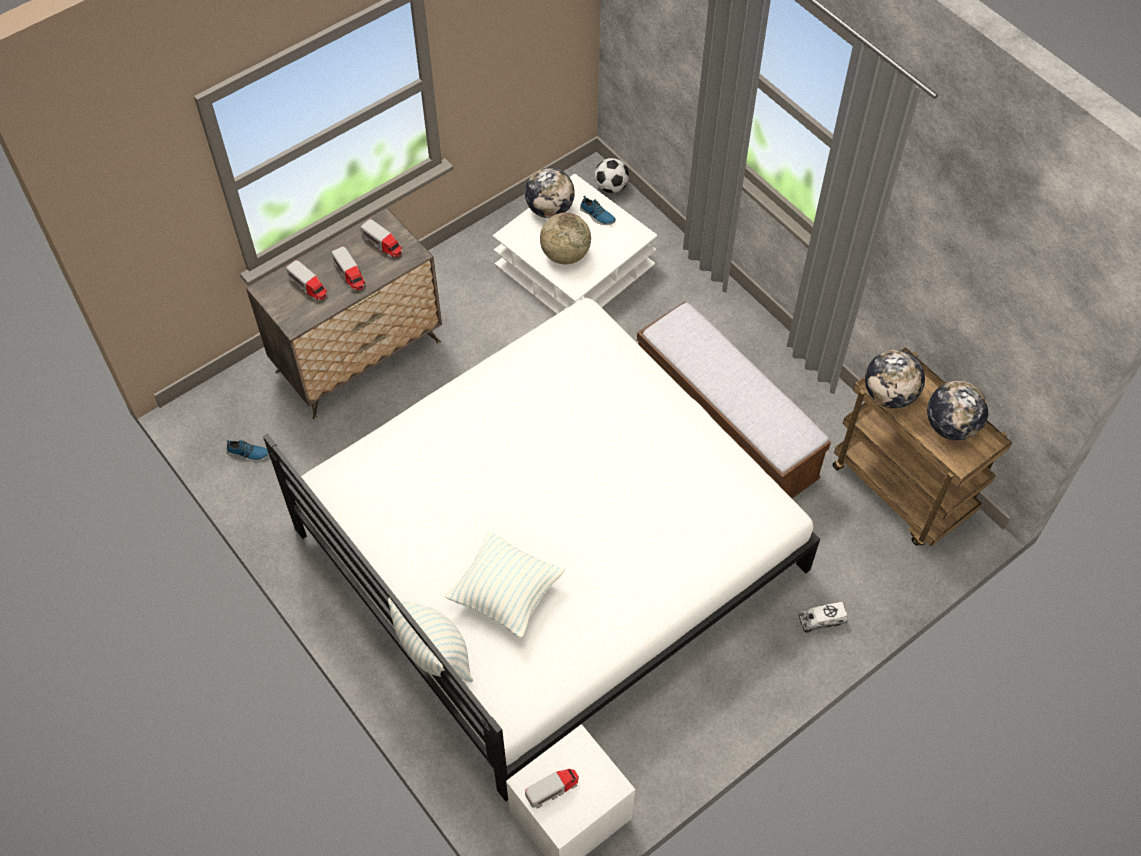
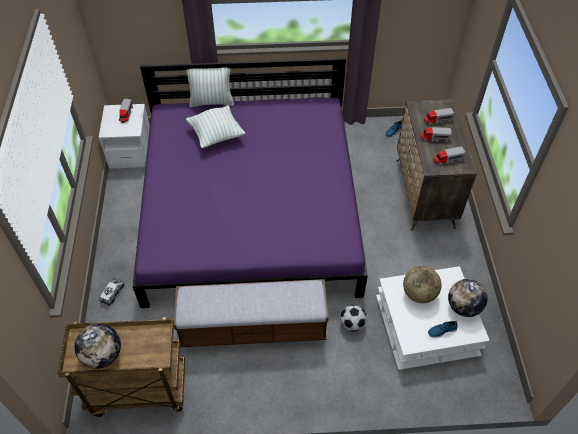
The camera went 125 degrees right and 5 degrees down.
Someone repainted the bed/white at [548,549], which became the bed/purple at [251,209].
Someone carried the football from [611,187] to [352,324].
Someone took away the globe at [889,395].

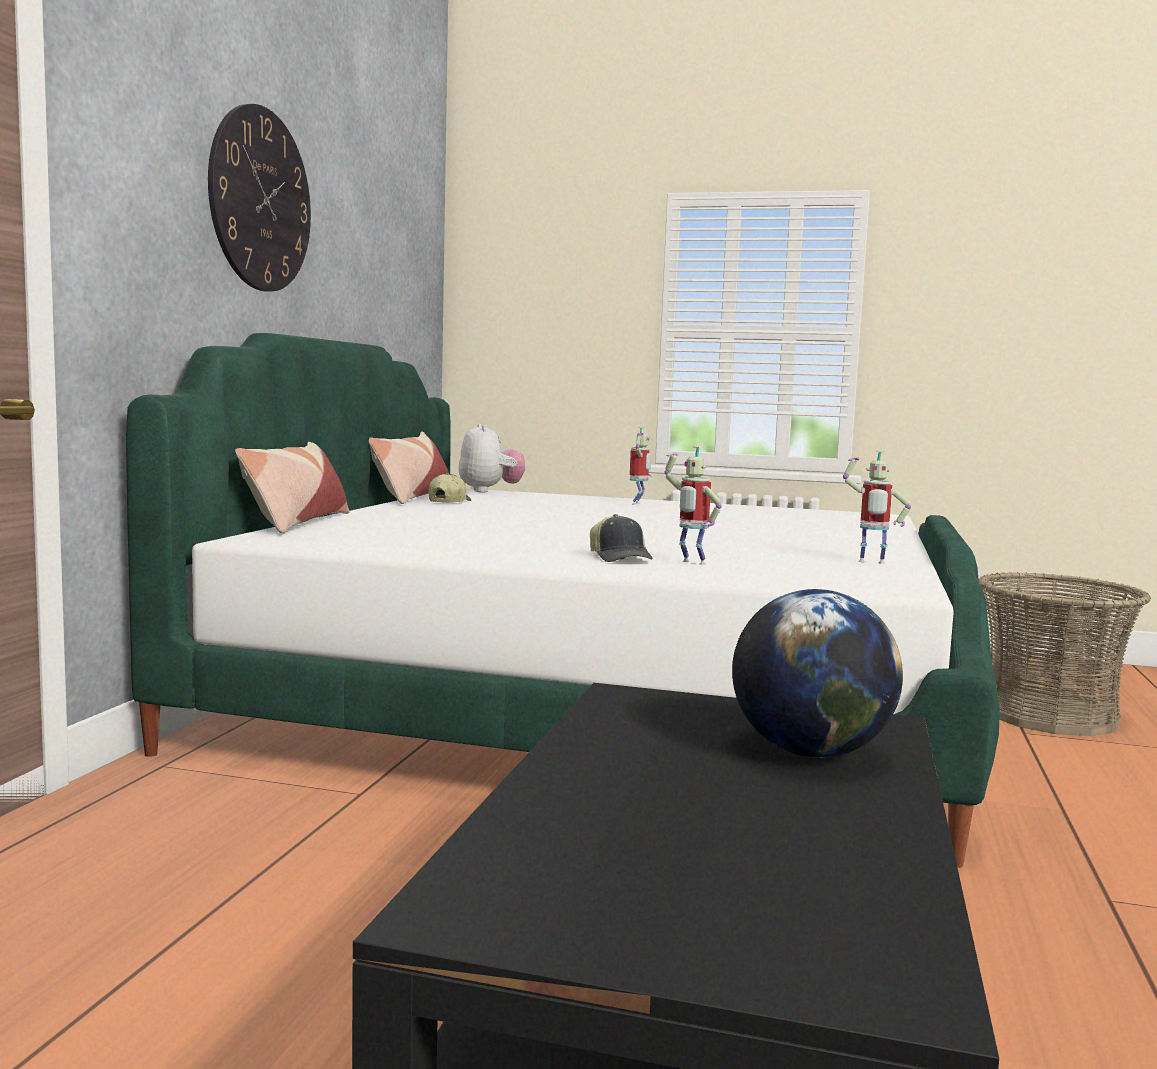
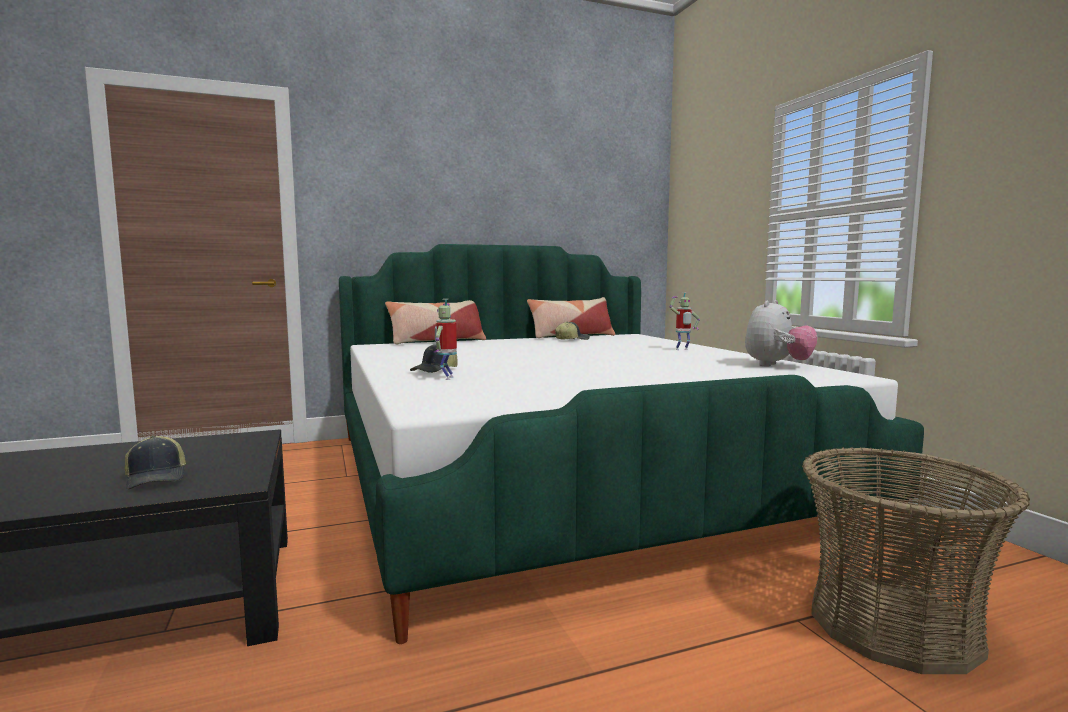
The camera went 55 degrees right and 0 degrees up.
Someone took away the wall clock at [260,200].
Someone carried the plush toy from [489,491] to [777,365].
Someone swapped the globe at [810,752] for the cap at [157,478].
Someone took away the toy robot at [871,563].

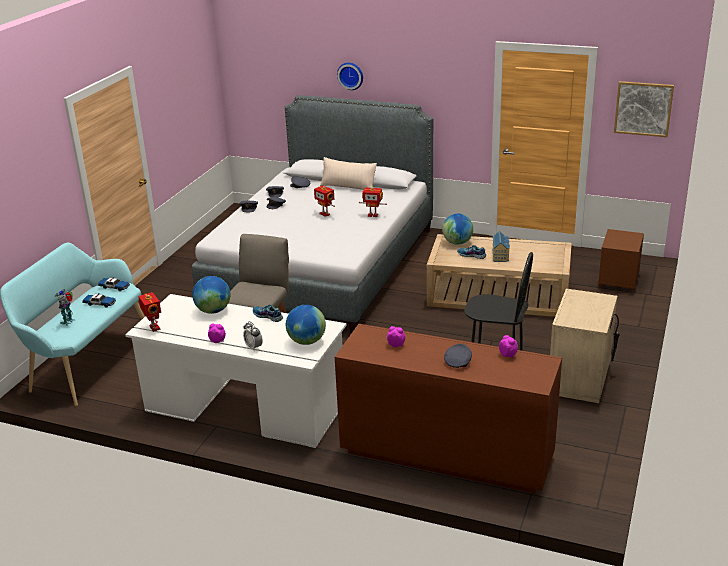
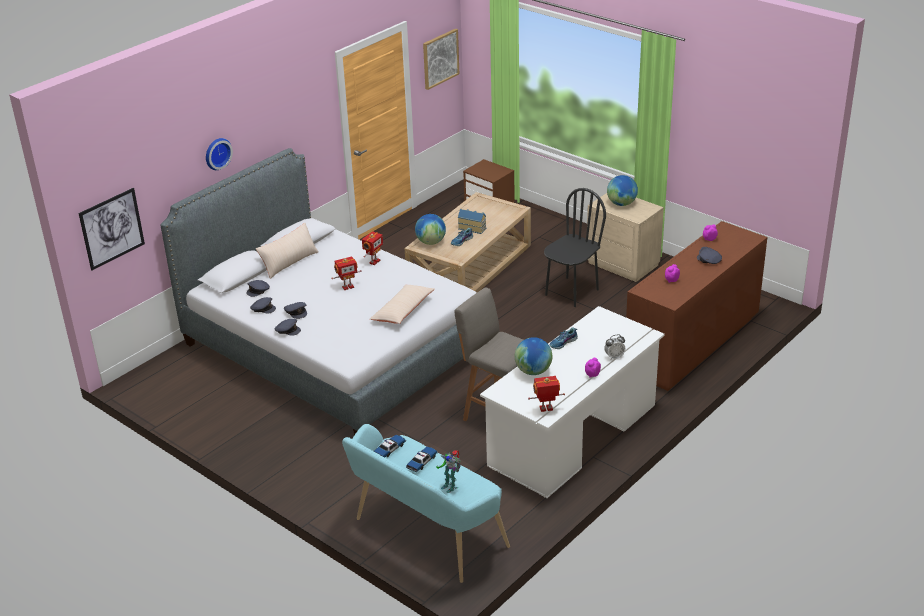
The camera went 70 degrees left and 5 degrees up.
Someone carried the globe from [306,341] to [621,204].
Someone put up the picture at [112,228].
Someone put down the pillow/beige at [403,311].

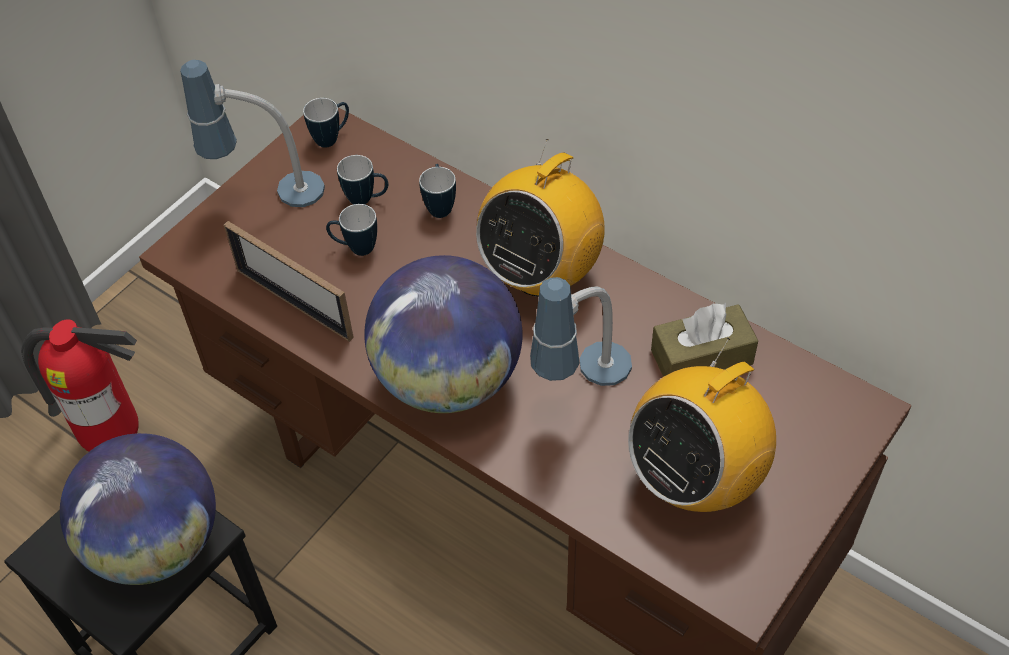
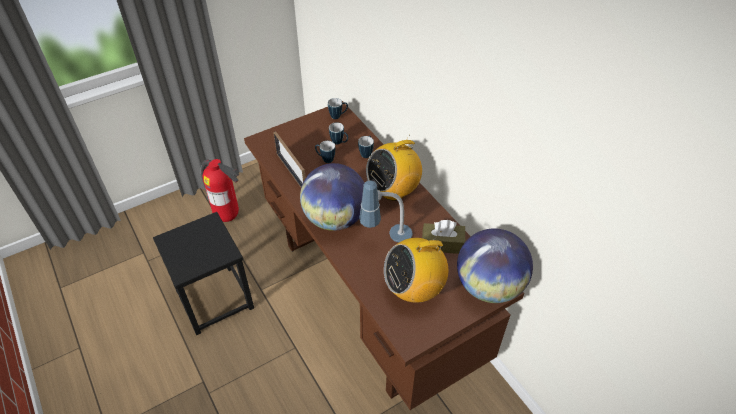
The camera went 20 degrees right and 5 degrees down.
Someone carried the globe from [157,543] to [489,286].
Someone took away the table lamp at [268,195].

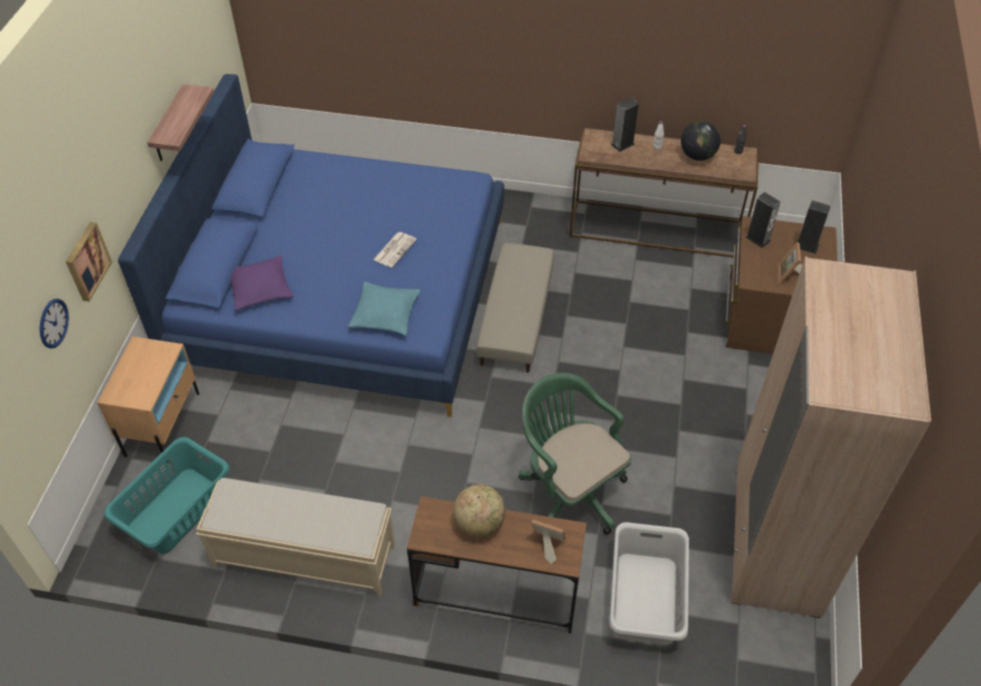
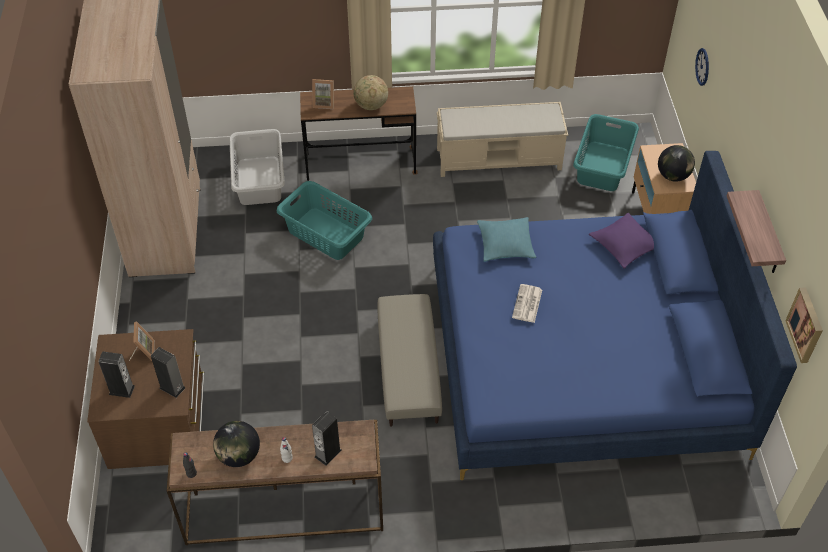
The camera went 165 degrees right and 0 degrees up.
Someone carried the picture from [86,261] to [806,325].
Someone swapped the office chair/green at [568,489] for the laundry basket/turquoise at [326,234].
Someone put down the globe at [673,176].

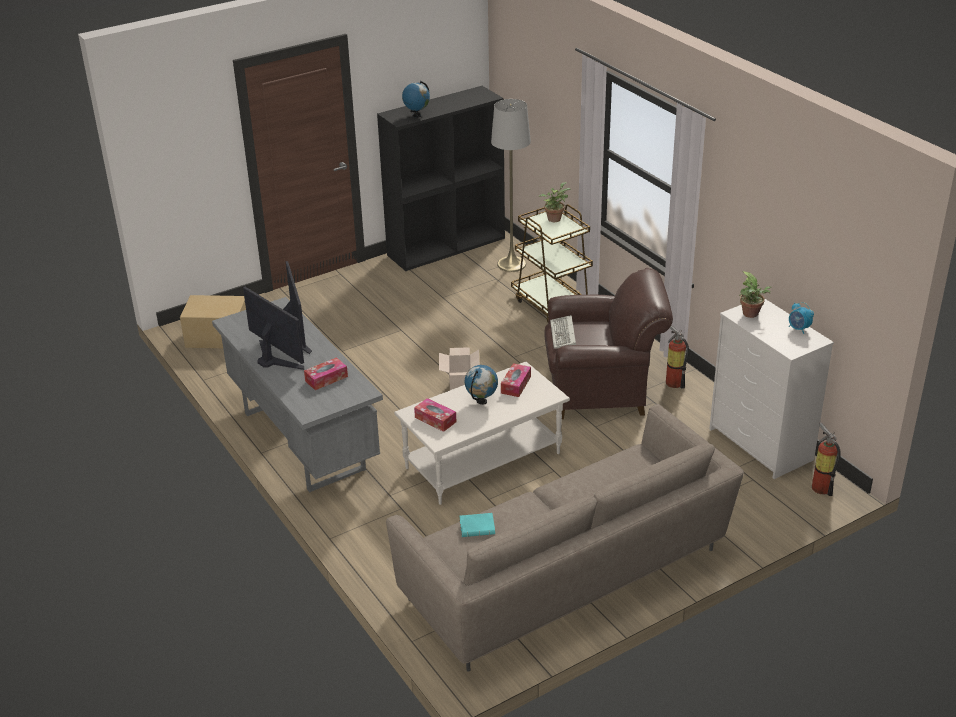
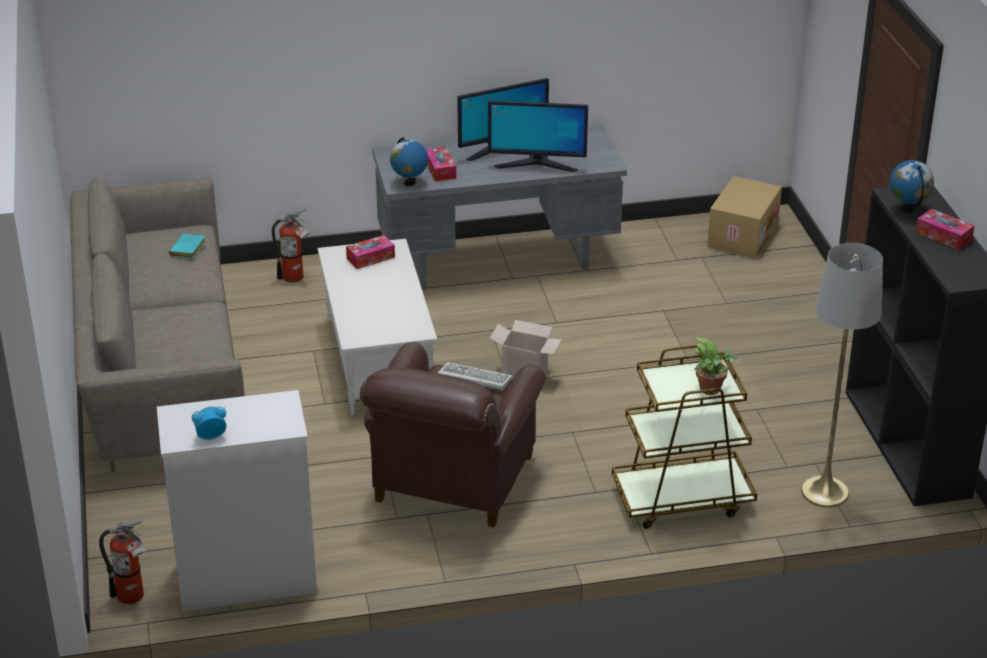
The camera went 110 degrees right and 0 degrees up.
Someone carried the globe from [481,401] to [409,183].
Someone carried the tissue box from [516,385] to [943,236].
Someone carried the fire extinguisher from [674,381] to [296,277].
Someone took away the potted plant at [752,314].

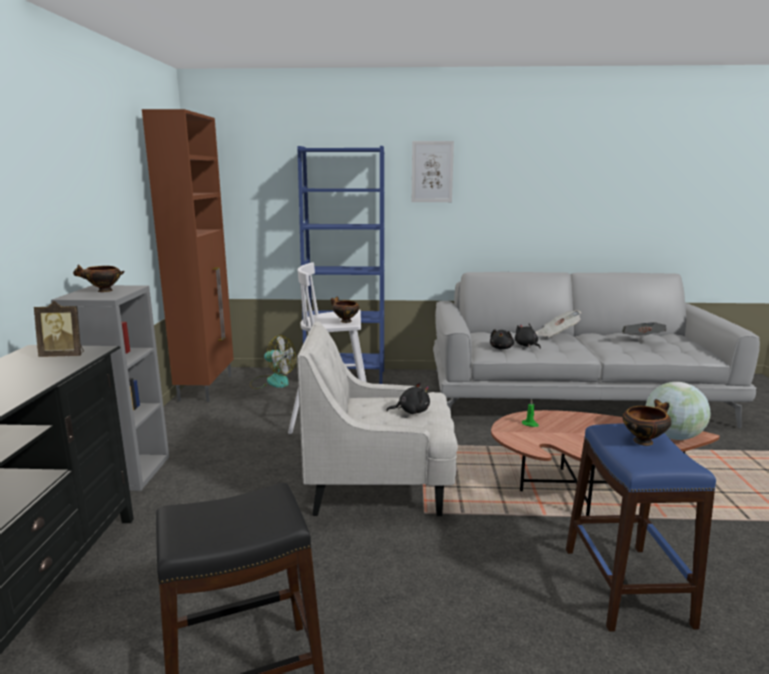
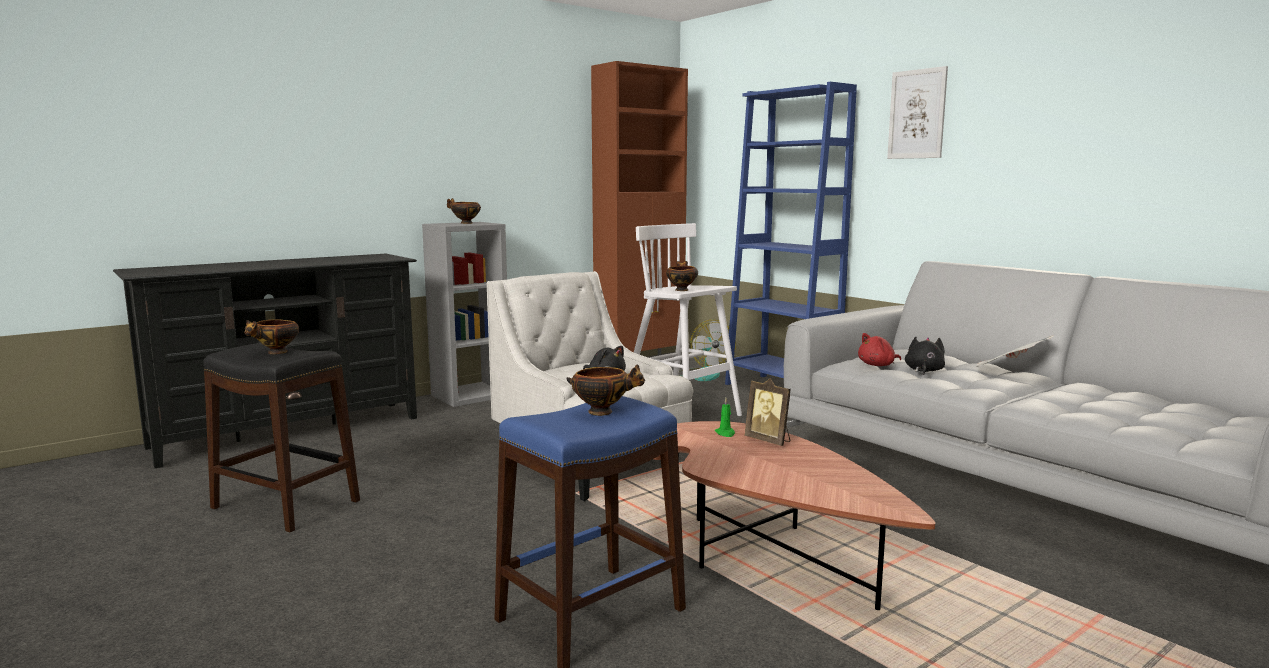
The camera went 50 degrees right and 5 degrees down.
Someone carried the picture frame from [64,355] to [769,441].
Someone repainted the plush toy/black at [501,348], which became the plush toy/red at [878,365].
Someone took away the newspaper at [642,340].
Someone took away the globe at [672,437].
Someone put down the bowl at [276,353].

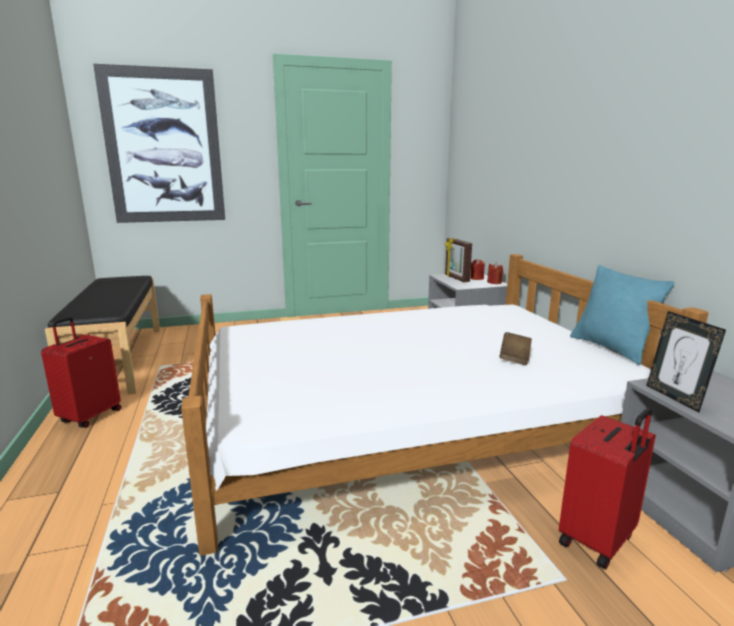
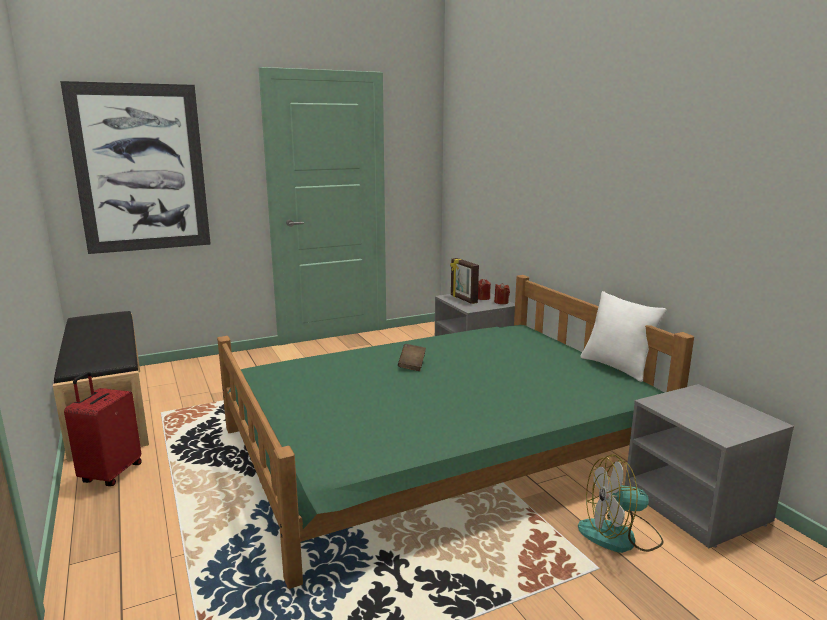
The camera went 10 degrees left and 0 degrees up.
Someone repainted the bed/white at [407,418], which became the bed/green at [438,446].
Someone carried the book/brown from [515,358] to [412,365].
Someone swapped the suitcase/red at [598,540] for the fan at [620,535].
Someone repainted the pillow/turquoise at [610,348], which became the pillow/white at [616,367].
Someone took away the picture frame at [675,397].

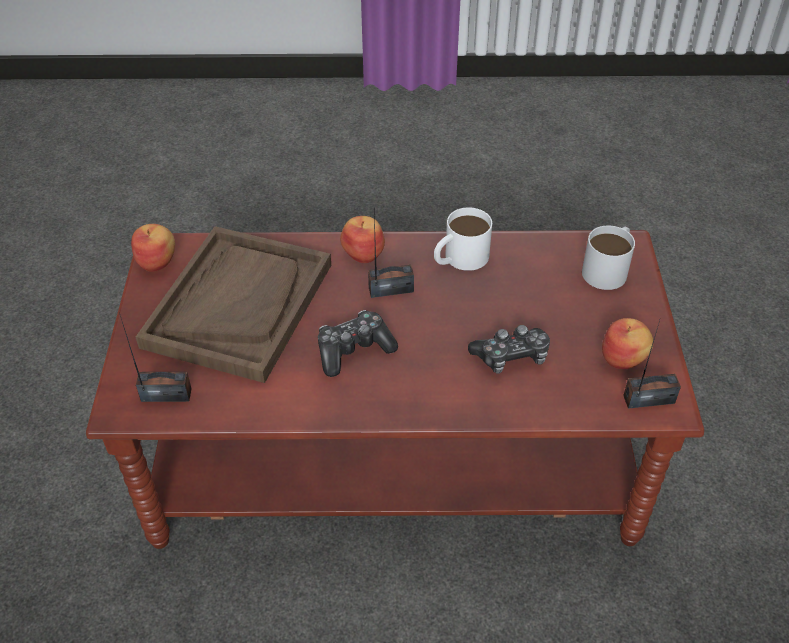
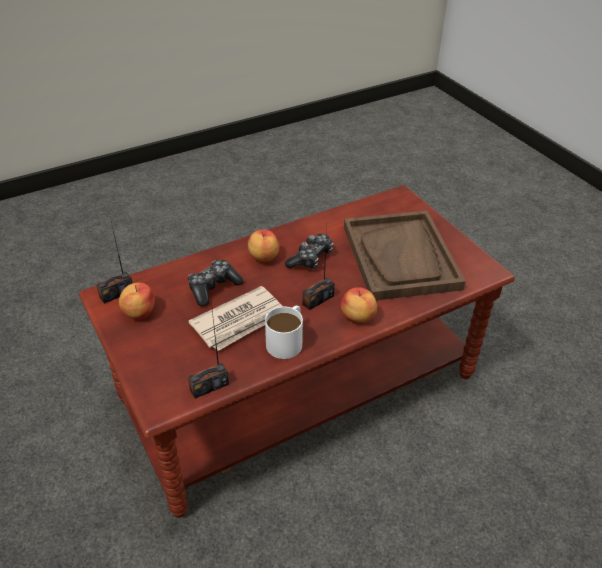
The camera went 150 degrees right and 5 degrees down.
Someone carried the radio from [166,395] to [209,386].
Someone carried the apple from [157,261] to [263,258].
Someone took away the mug/white at [608,268].
Someone put down the newspaper at [240,321].

